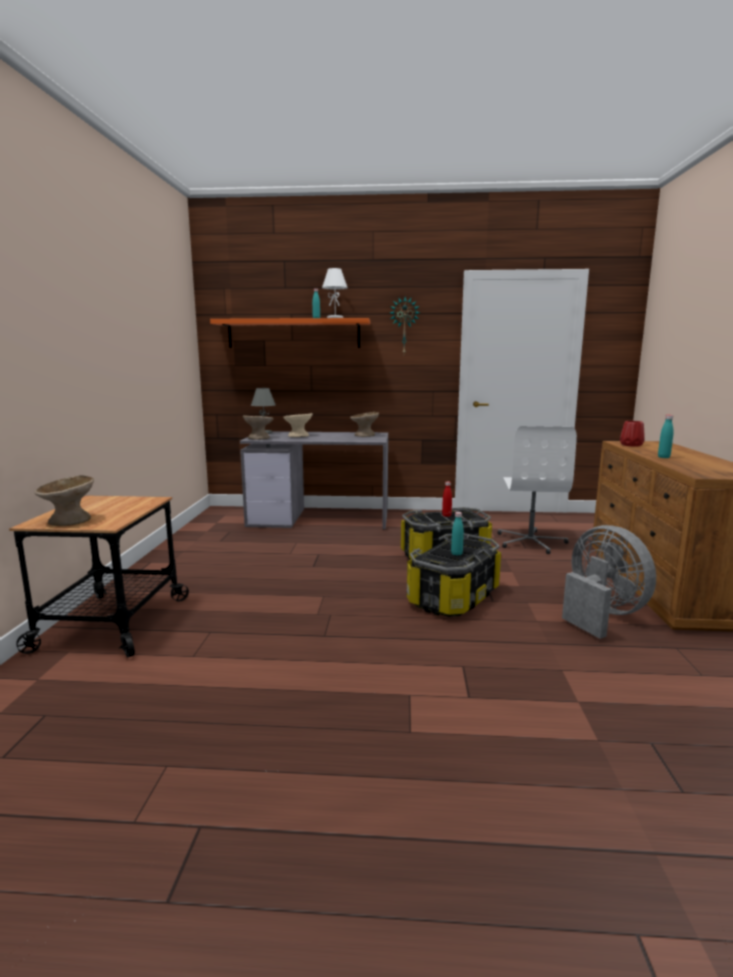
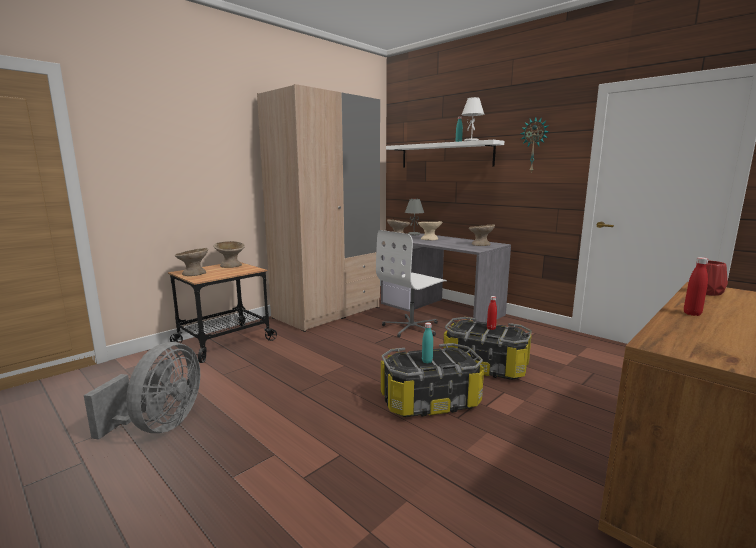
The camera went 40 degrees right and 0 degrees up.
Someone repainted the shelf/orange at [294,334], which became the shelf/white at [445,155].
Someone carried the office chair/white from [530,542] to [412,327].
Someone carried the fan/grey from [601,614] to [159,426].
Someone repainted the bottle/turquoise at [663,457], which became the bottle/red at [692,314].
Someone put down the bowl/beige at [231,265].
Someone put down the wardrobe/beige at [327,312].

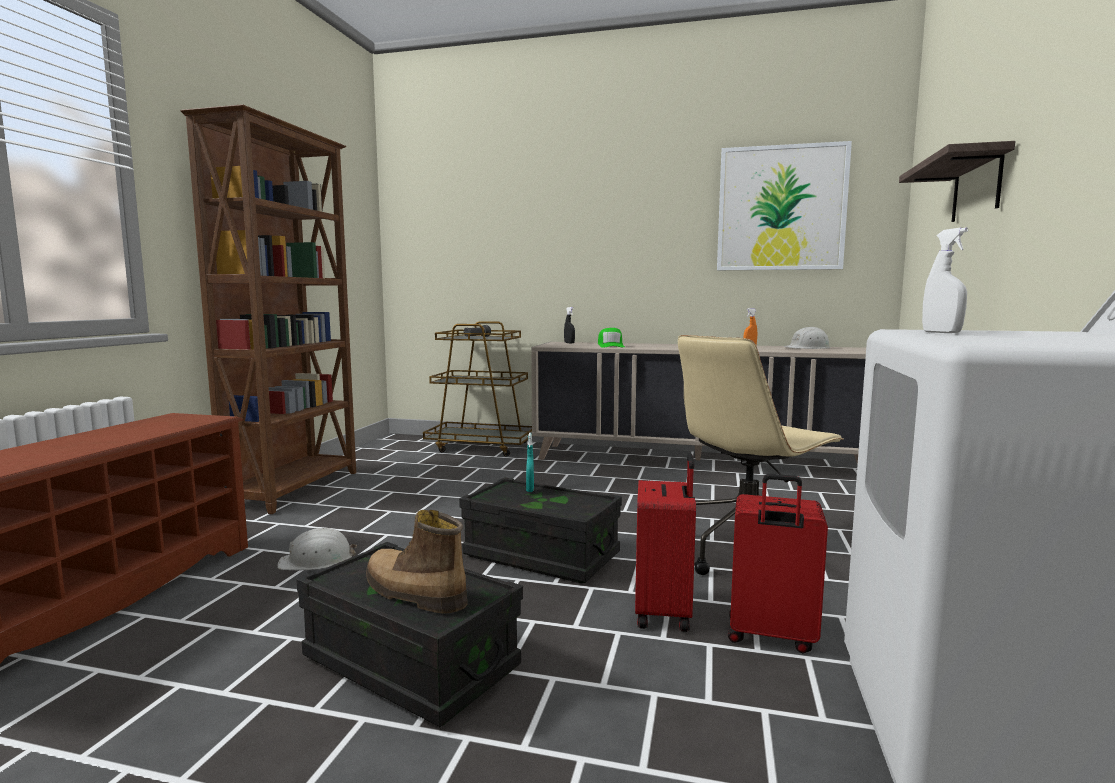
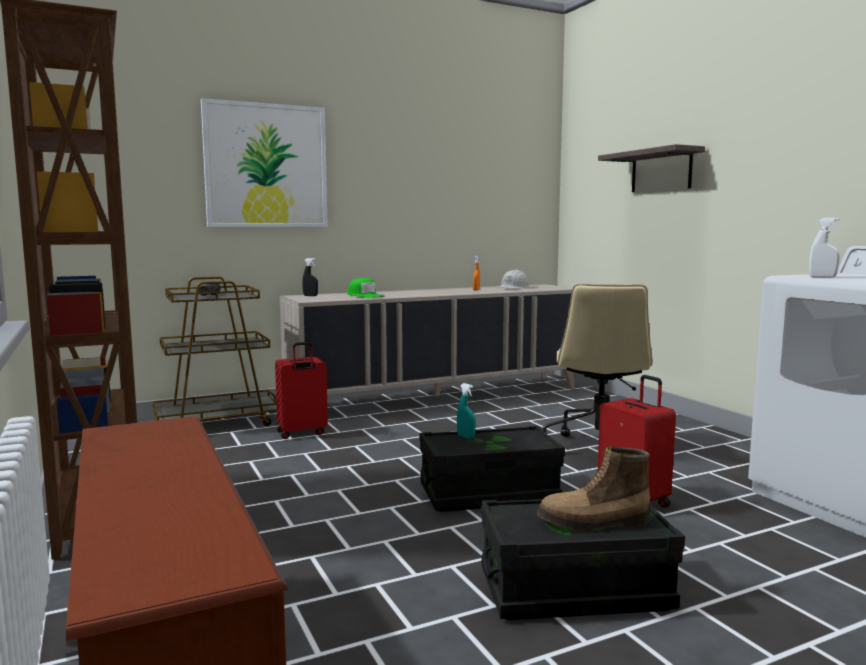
The camera went 40 degrees left and 0 degrees up.
Someone took away the hard hat/white at [317,560].
Someone carried the picture from [781,208] to [266,166].
Someone carried the suitcase/red from [770,636] to [302,433].

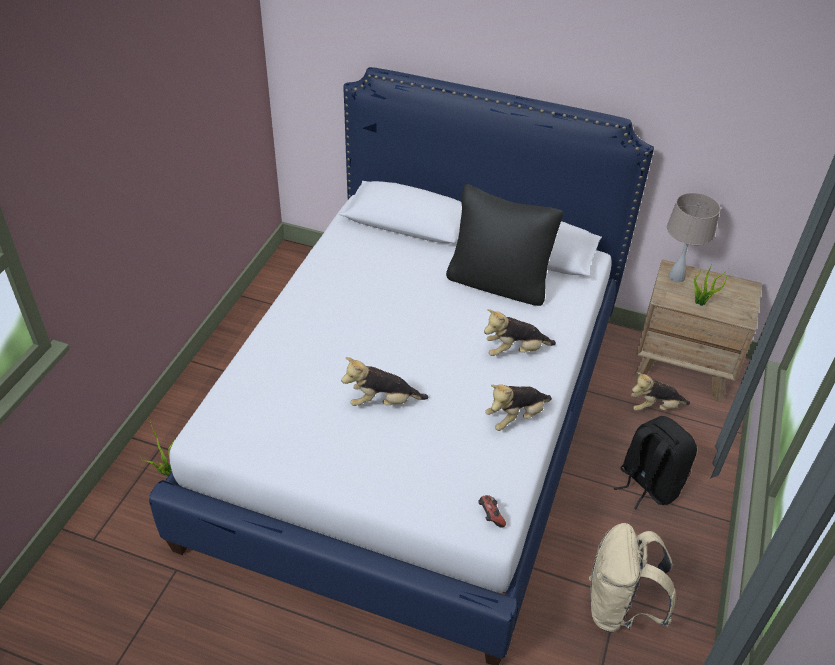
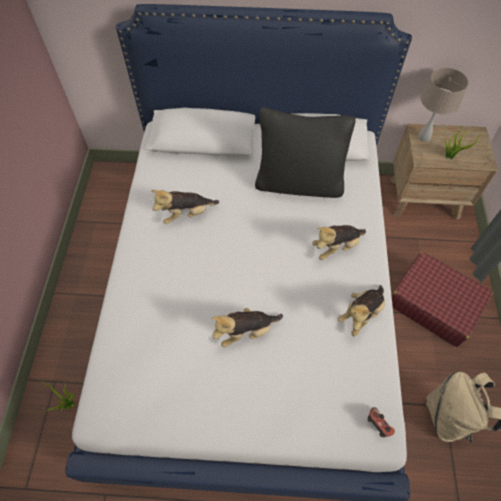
The camera went 15 degrees left and 15 degrees up.
Someone swapped the backpack/black at [648,484] for the suitcase/red at [433,303].
Someone carried the plush toy from [654,407] to [186,214].

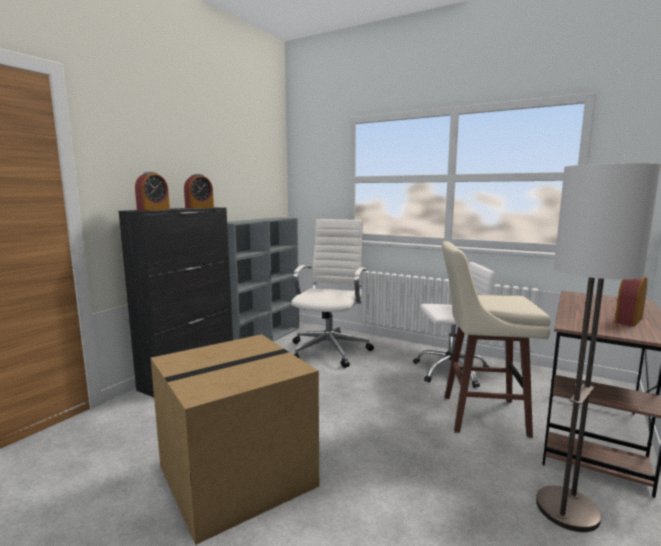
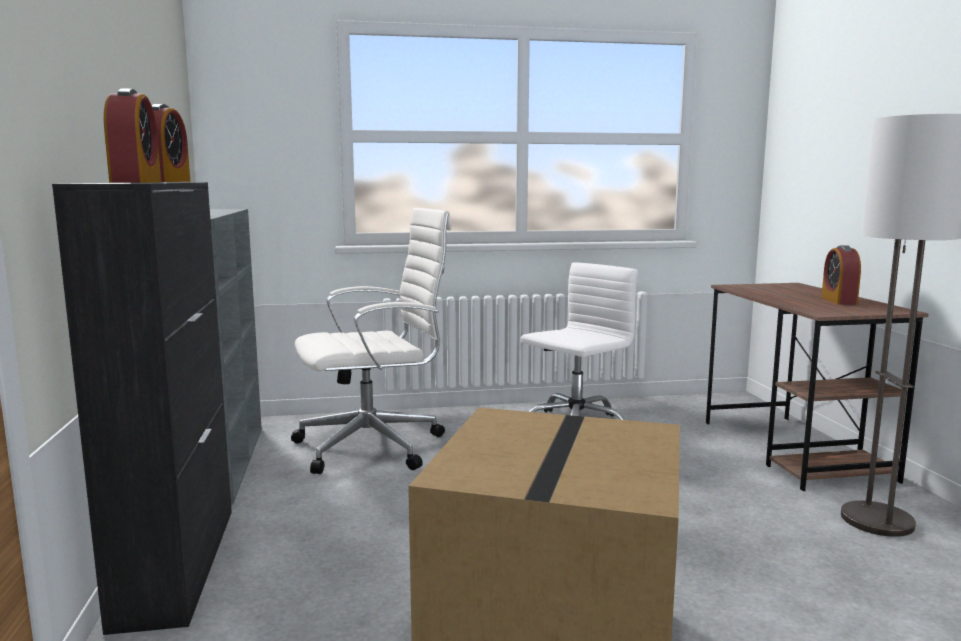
The camera went 40 degrees left and 0 degrees up.
Someone rotated the office chair/white at [330,350] by 90 degrees clockwise.
Someone took away the stool/beige at [481,415].

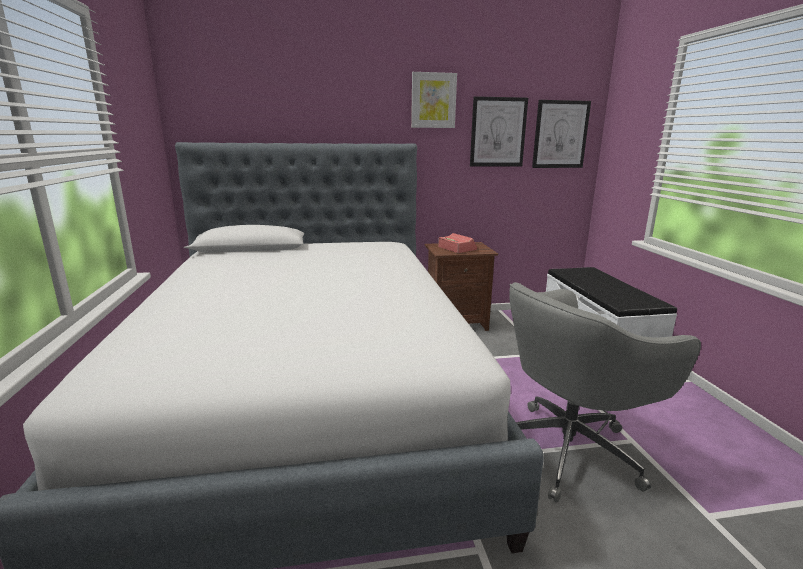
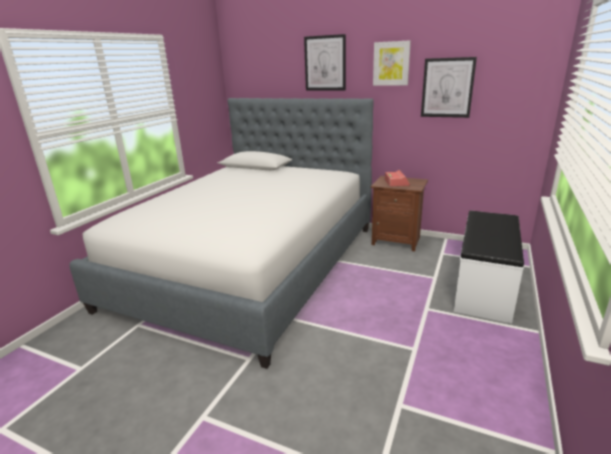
The camera went 35 degrees right and 5 degrees up.
Someone took away the office chair/grey at [570,449].
Someone carried the picture from [560,134] to [325,63].

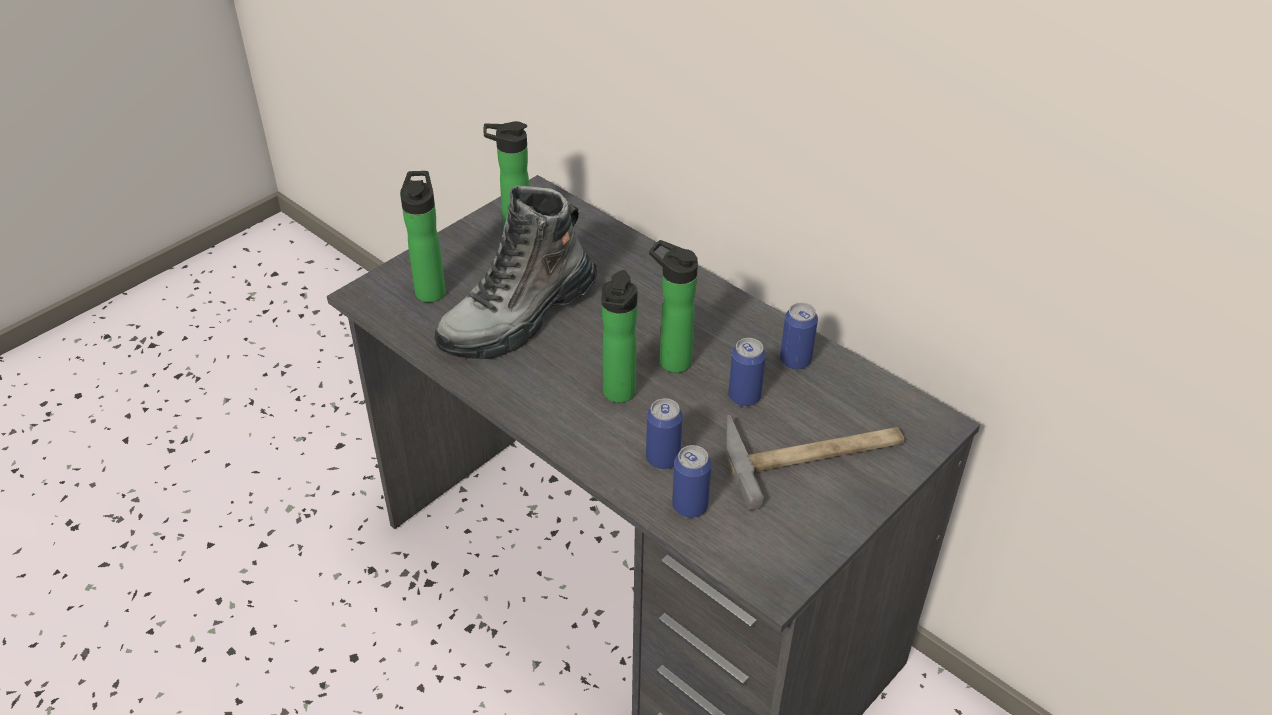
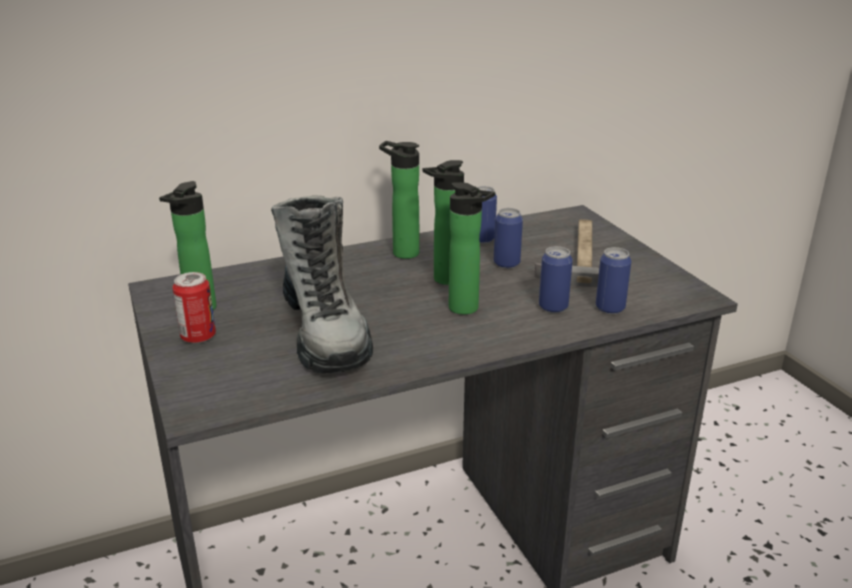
The camera went 65 degrees left and 15 degrees down.
Someone carried the bottle from [431,290] to [402,253].
Someone put down the can at [198,337].

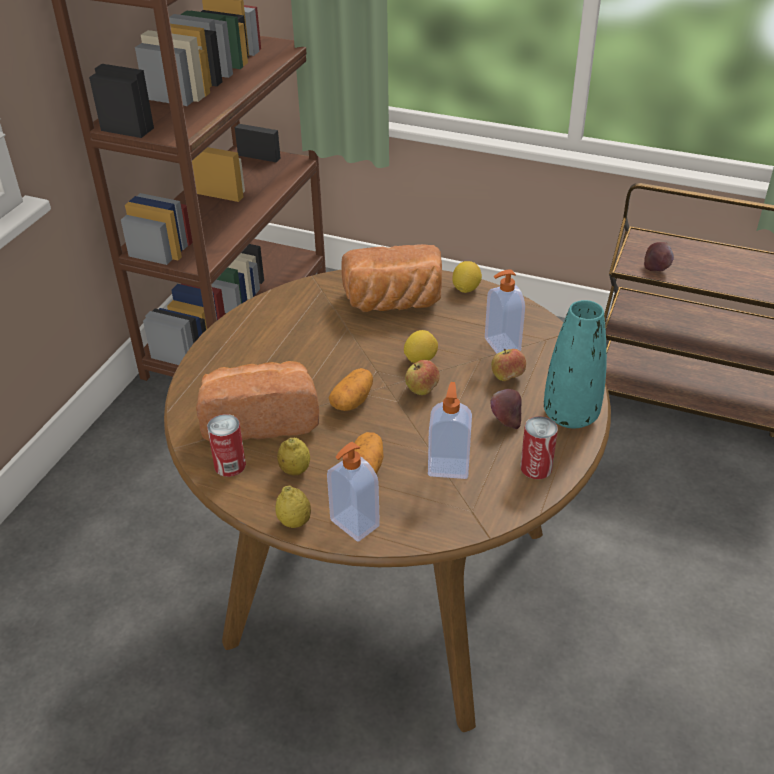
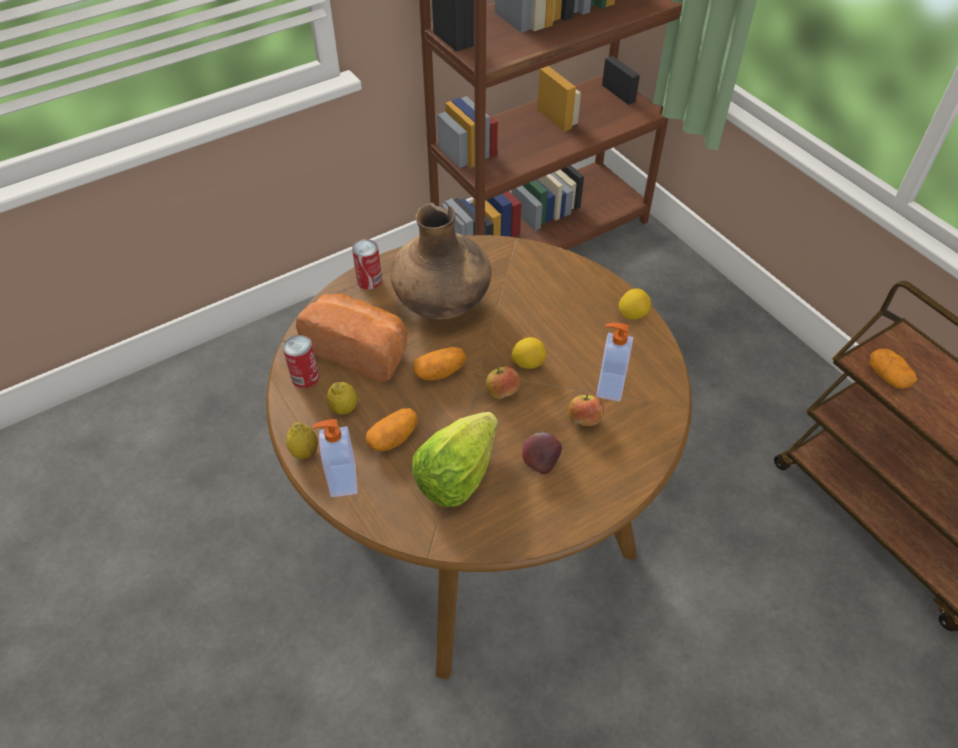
The camera went 35 degrees right and 10 degrees up.
Someone took away the bread at [393,303].
Someone swapped the soap dispenser at [448,467] for the lettuce at [456,475].
Someone carried the can from [536,468] to [369,280].
Someone took away the vase/turquoise at [570,415].
Someone swapped the apple at [656,267] for the potato at [887,376].
Someone put down the vase/brown at [443,303].

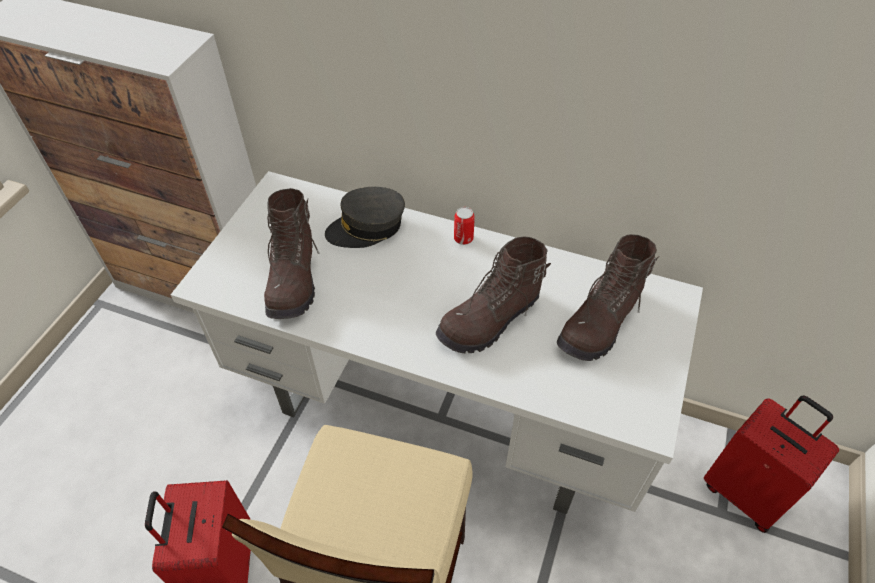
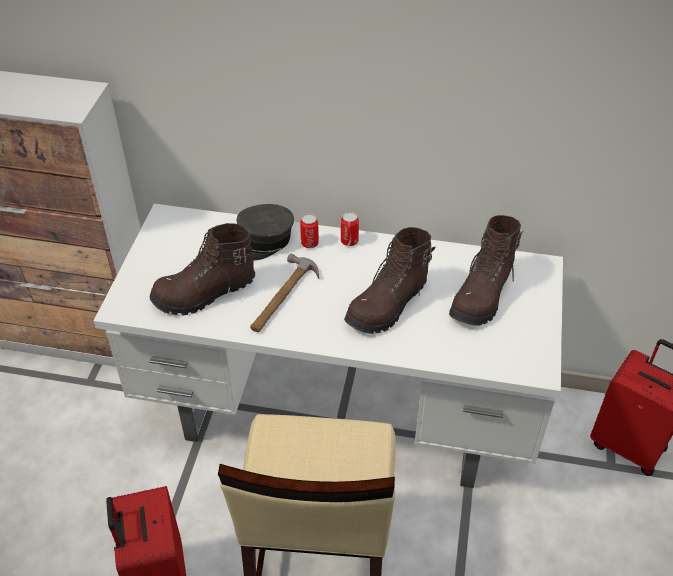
The camera went 10 degrees left and 5 degrees down.
Someone rotated the boot/brown at [294,279] by 75 degrees clockwise.
Someone put down the hammer at [282,297].
Someone put down the can at [309,243].

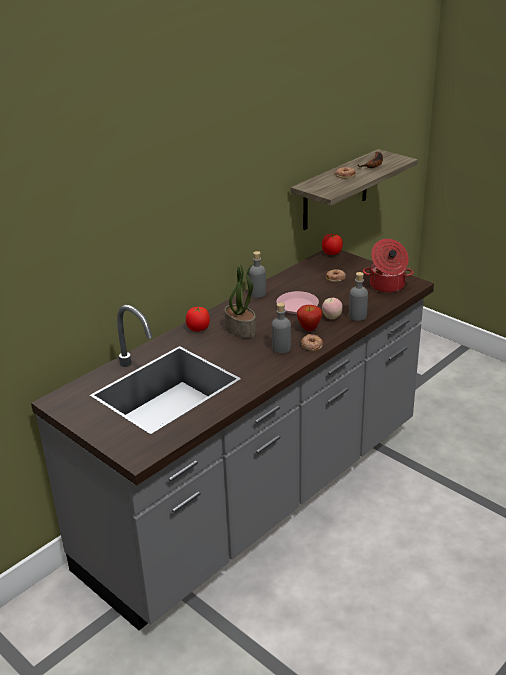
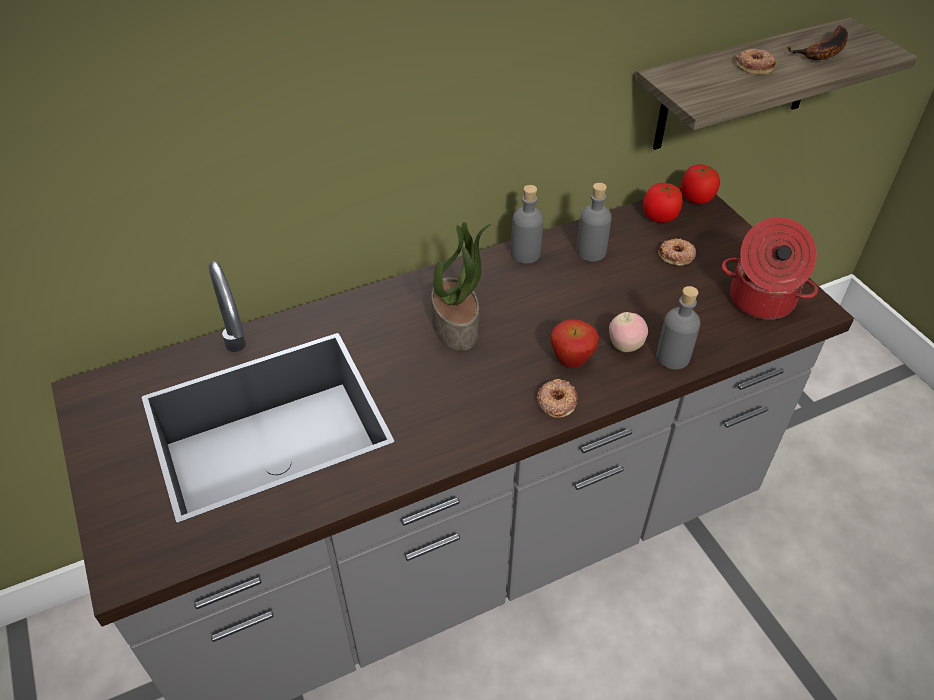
The camera went 20 degrees right and 15 degrees up.
Someone carried the tomato from [198,329] to [659,217].
Someone carried the bottle/grey from [281,348] to [591,252].
Someone took away the plate/pink at [297,306].

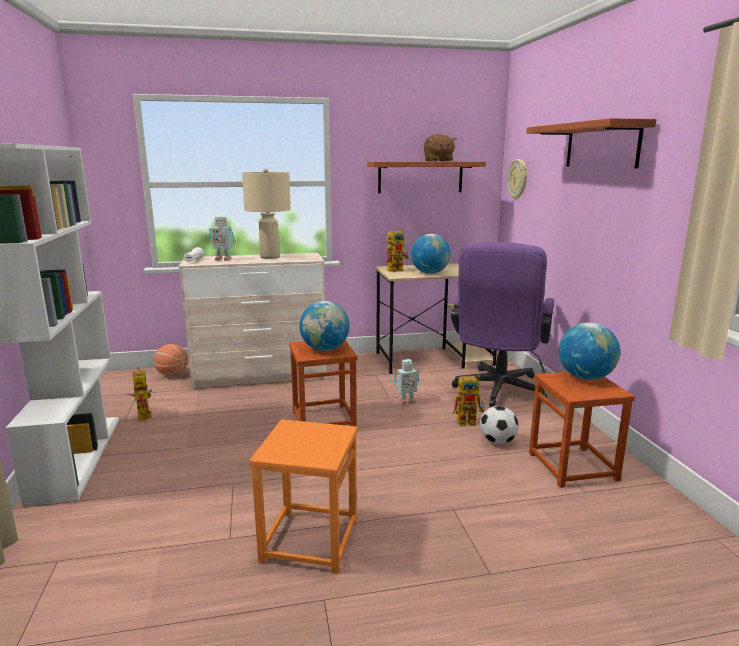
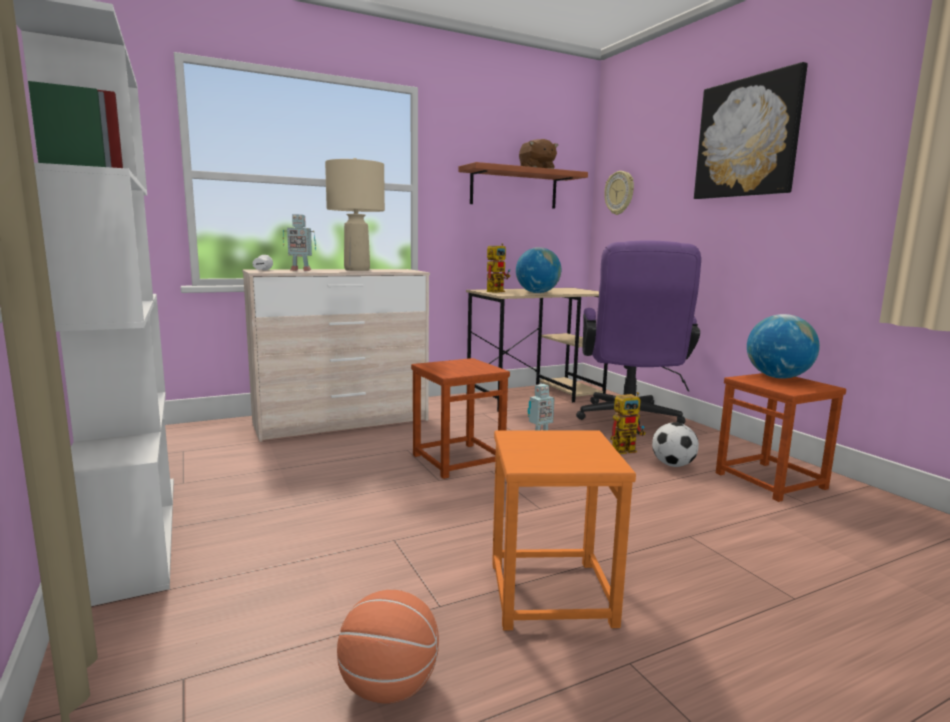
The camera went 15 degrees left and 5 degrees down.
Someone took away the toy robot at [142,414].
Someone carried the basketball from [172,374] to [388,687].
Someone took away the globe at [325,349].
Someone swapped the shelf at [601,145] for the picture at [747,138].

